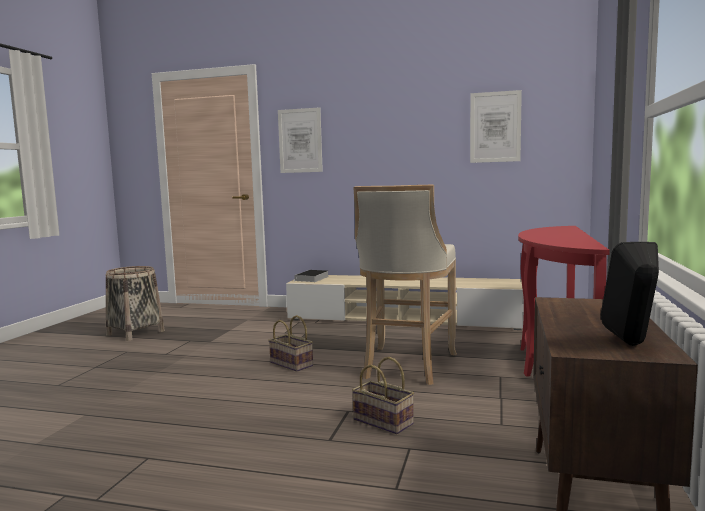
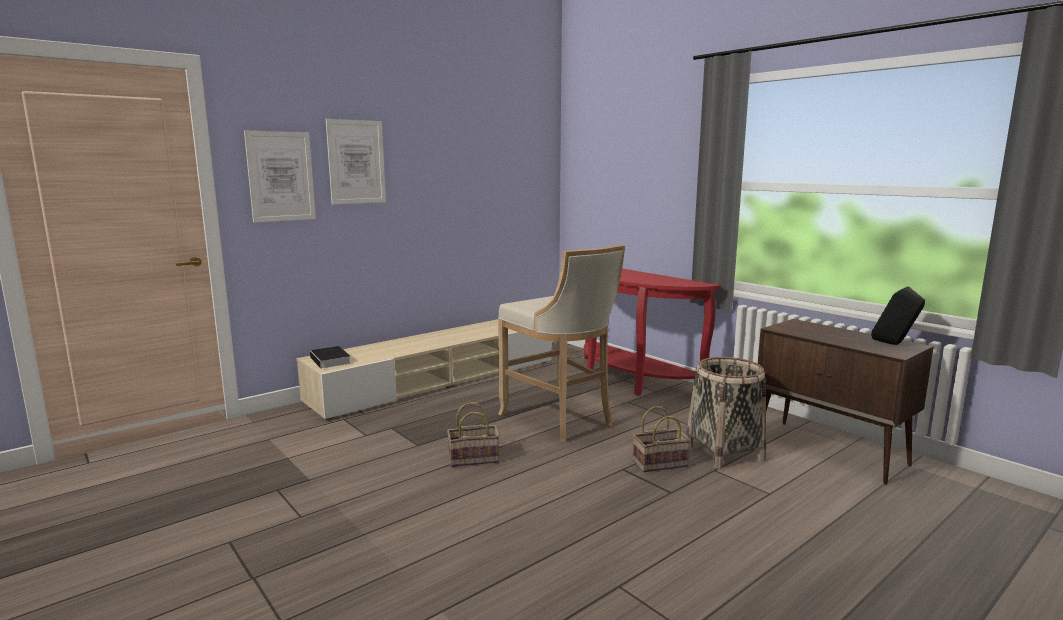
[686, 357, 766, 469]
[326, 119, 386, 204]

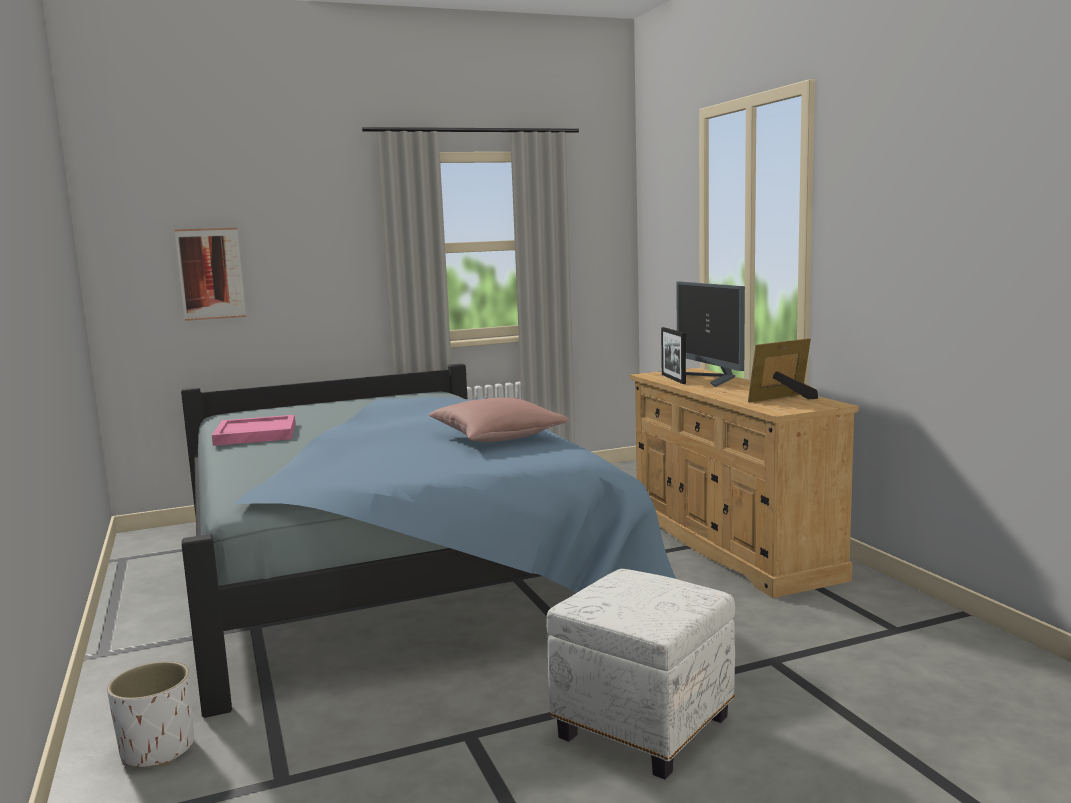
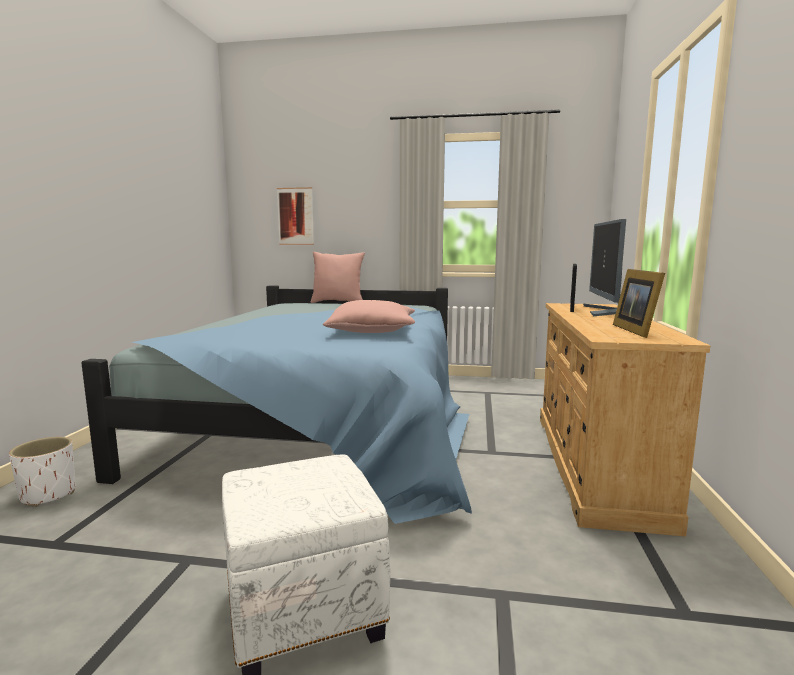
[212, 415, 295, 446] (first image)
[613, 269, 665, 338]
[310, 252, 365, 303]

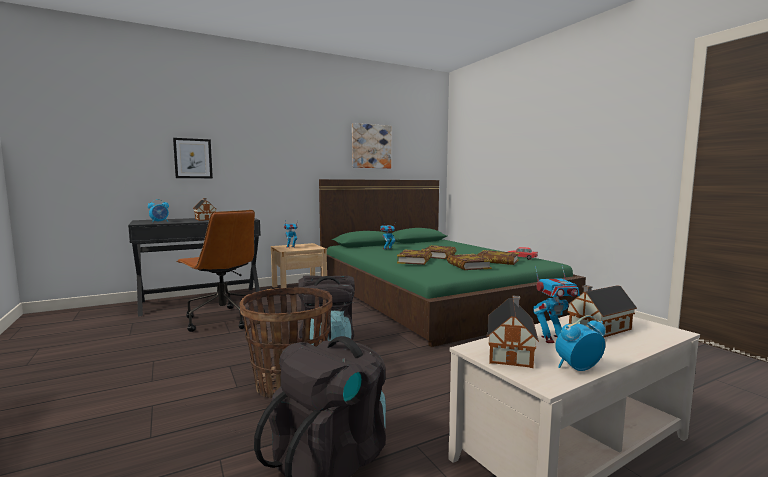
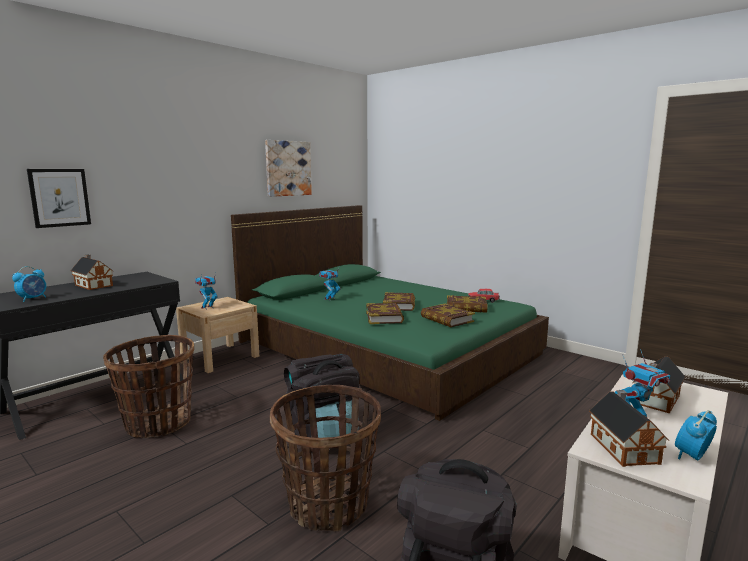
[103, 335, 194, 438]

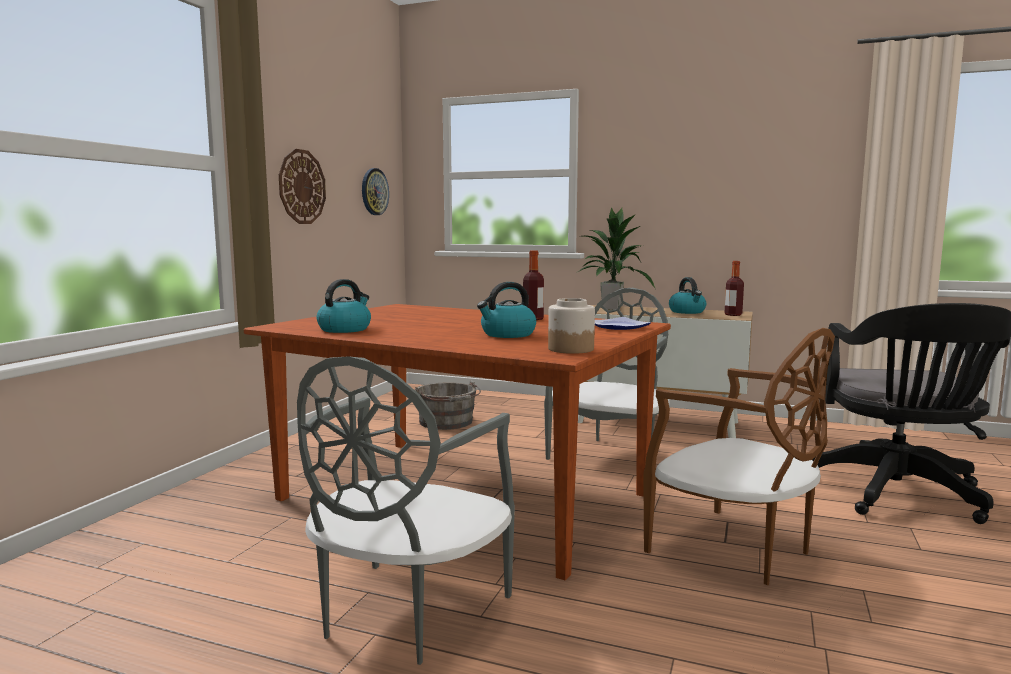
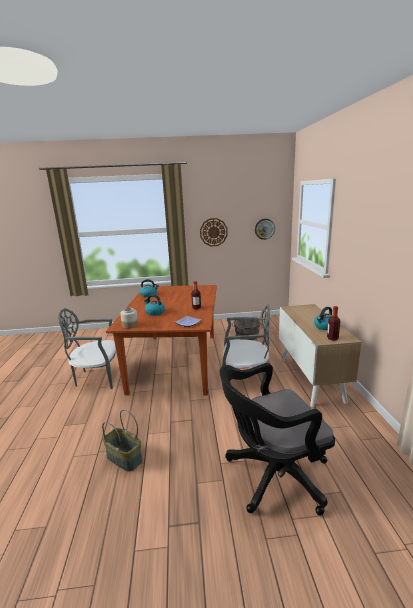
[578, 207, 656, 310] (first image)
[643, 328, 835, 585] (first image)
[102, 409, 143, 472]

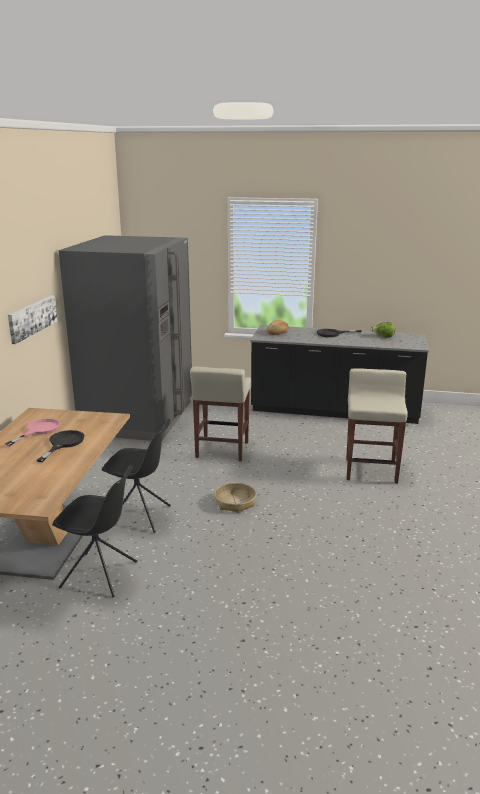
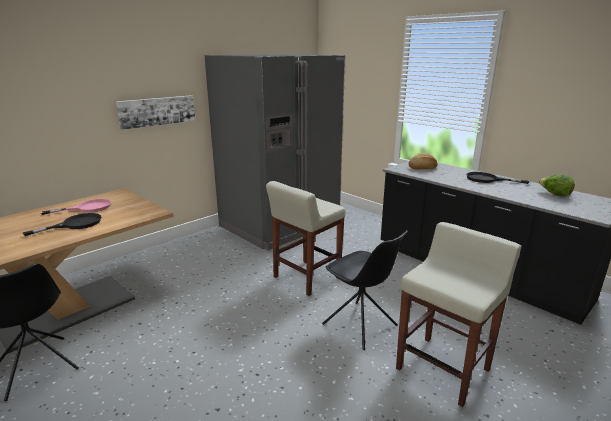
[322, 230, 408, 350]
[214, 483, 256, 513] (first image)

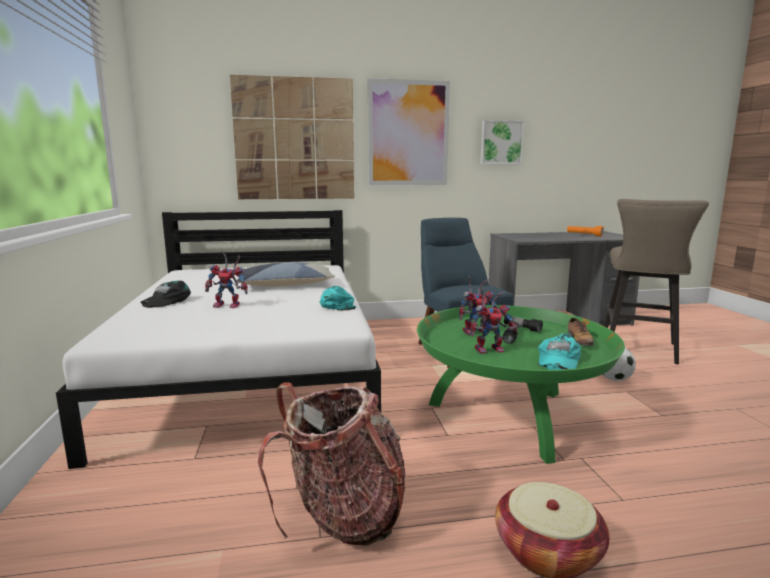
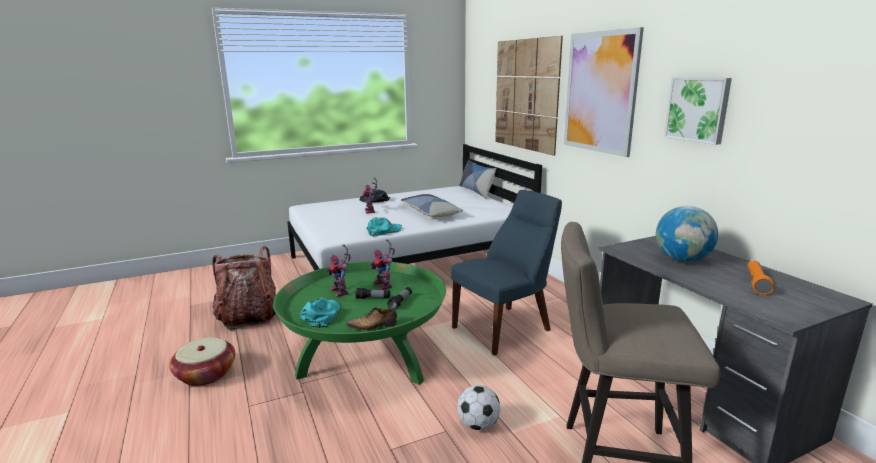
[300, 298, 340, 328]
[459, 160, 496, 199]
[656, 206, 718, 262]

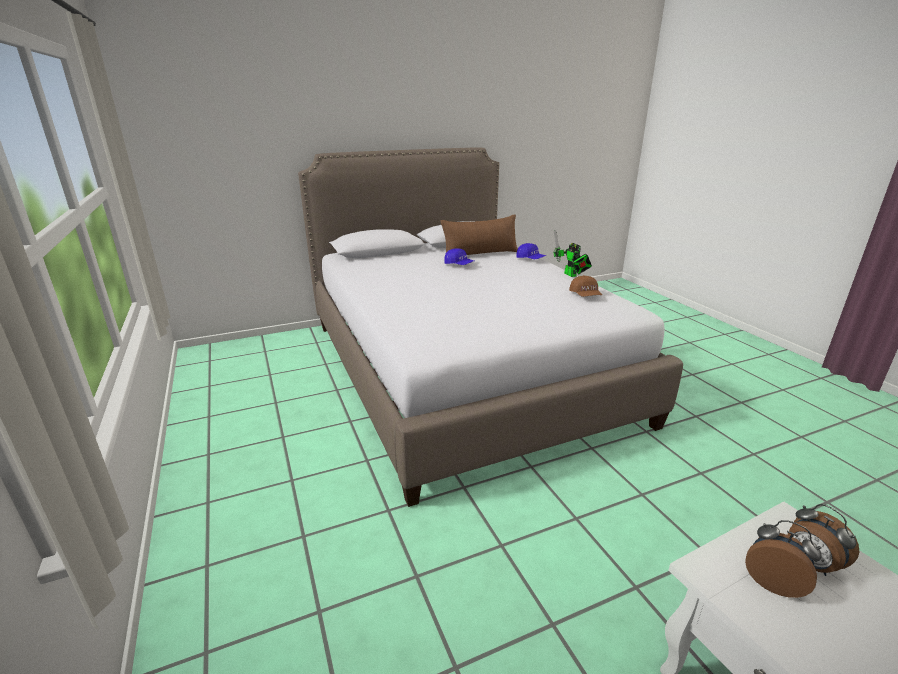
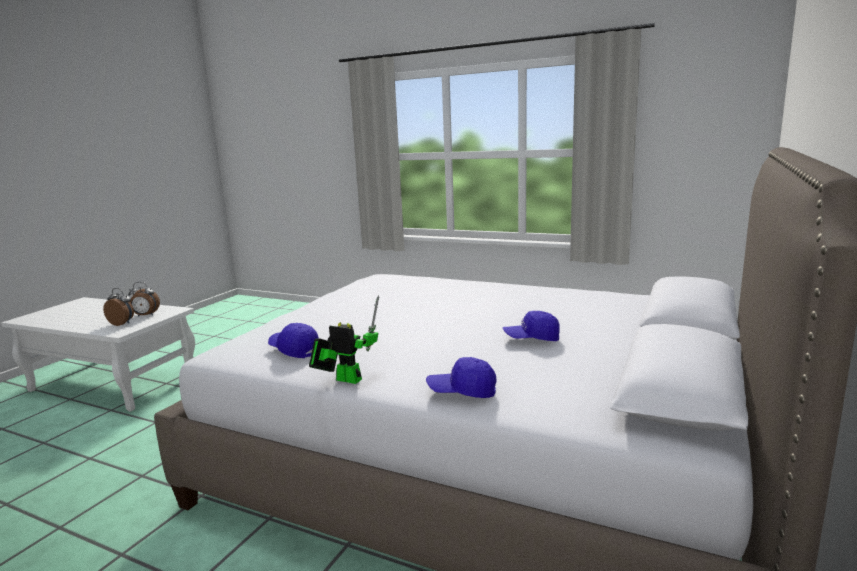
[441, 214, 518, 255] (first image)
[268, 323, 319, 358]

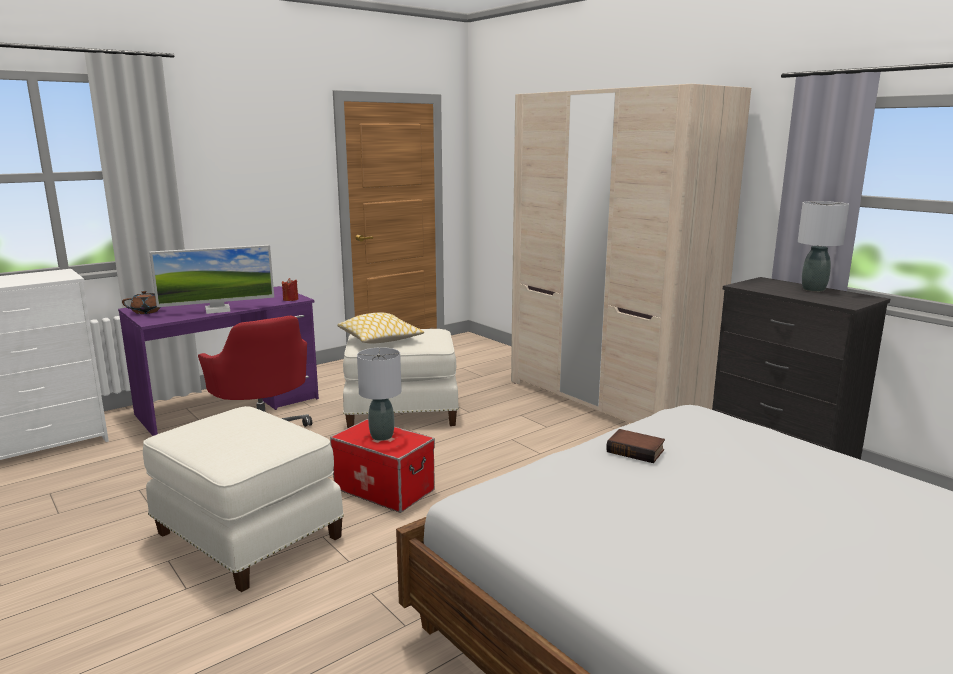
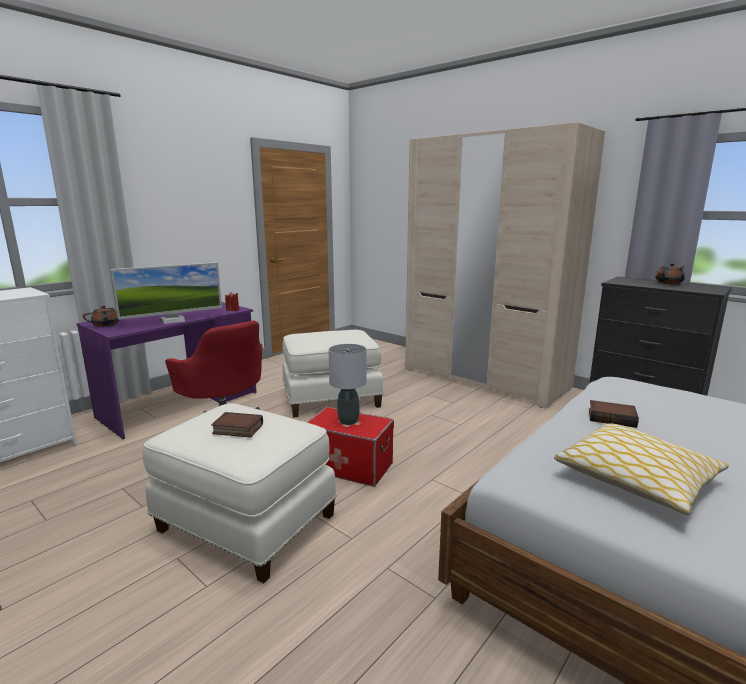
[554, 423, 729, 515]
[655, 263, 685, 284]
[211, 412, 263, 438]

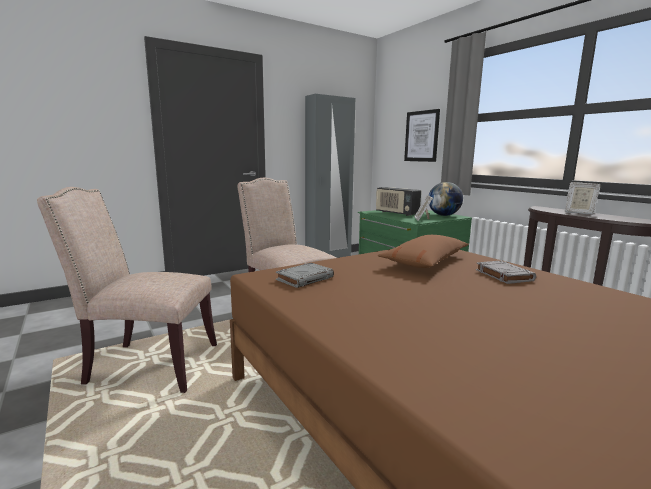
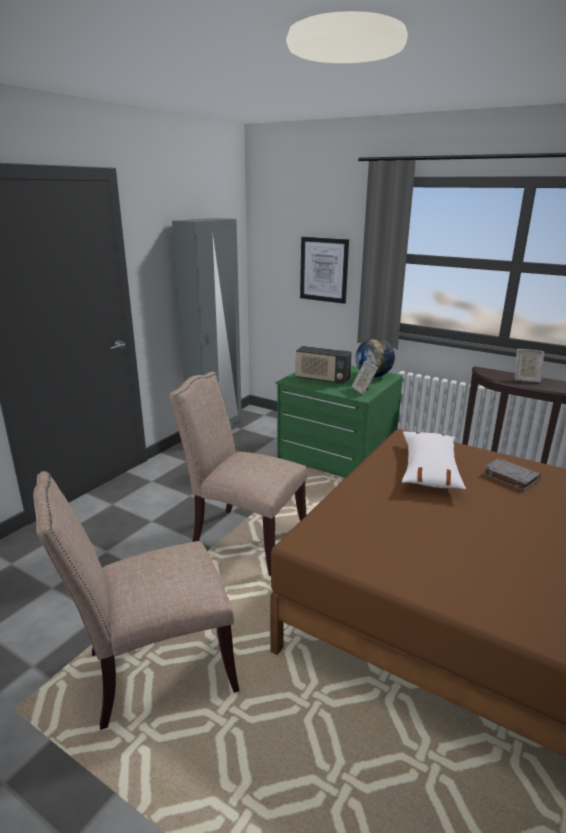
[276, 263, 334, 288] (first image)
[402, 431, 466, 489]

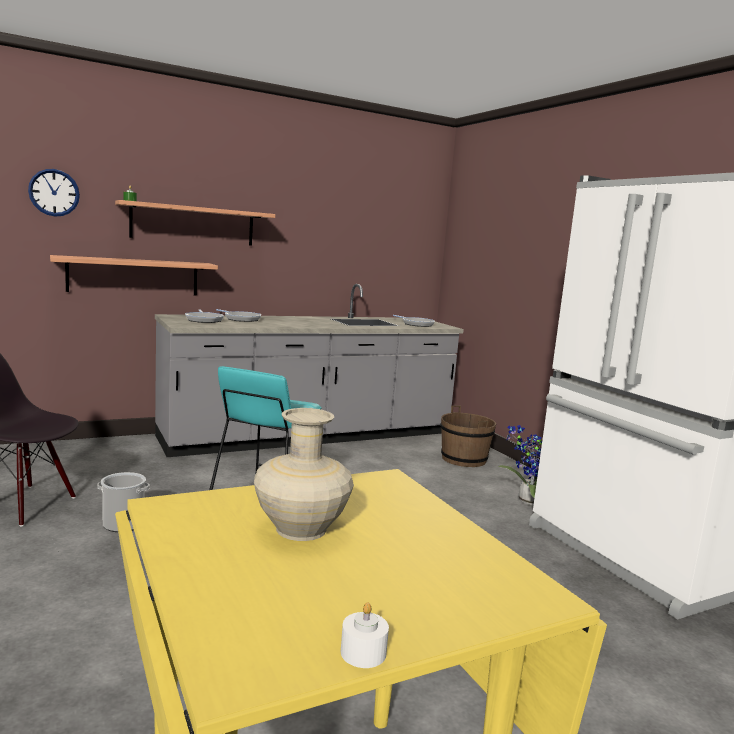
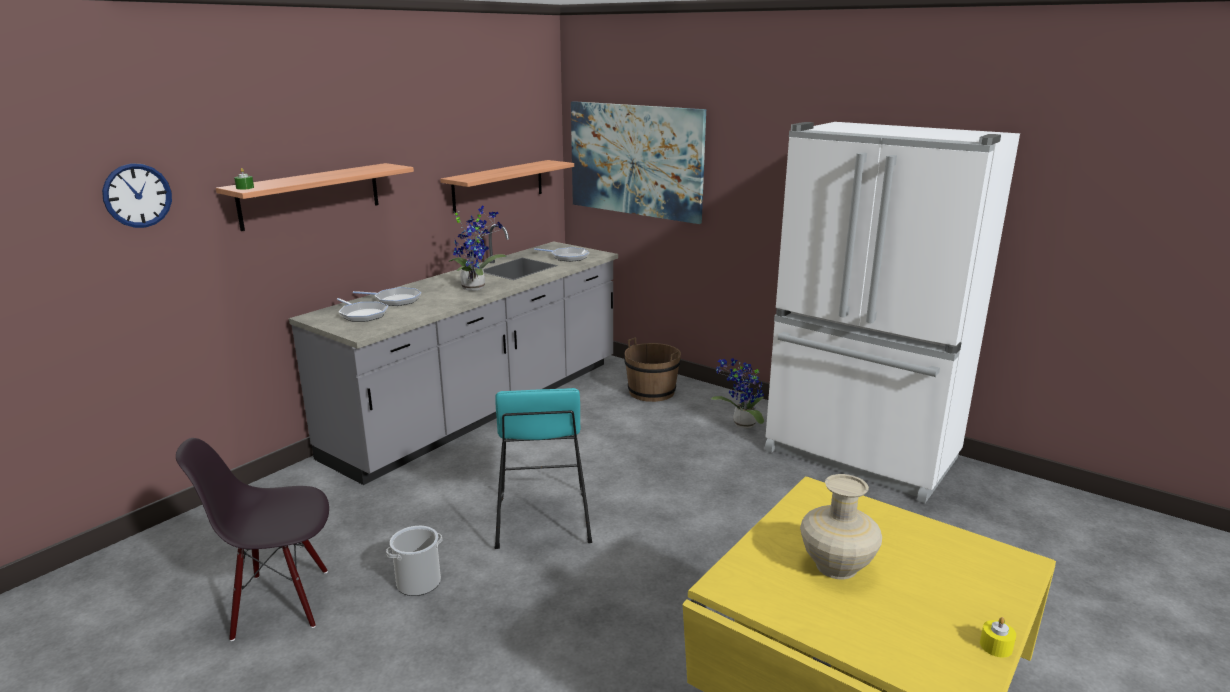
[440, 160, 574, 213]
[980, 617, 1016, 657]
[449, 206, 507, 291]
[571, 101, 706, 224]

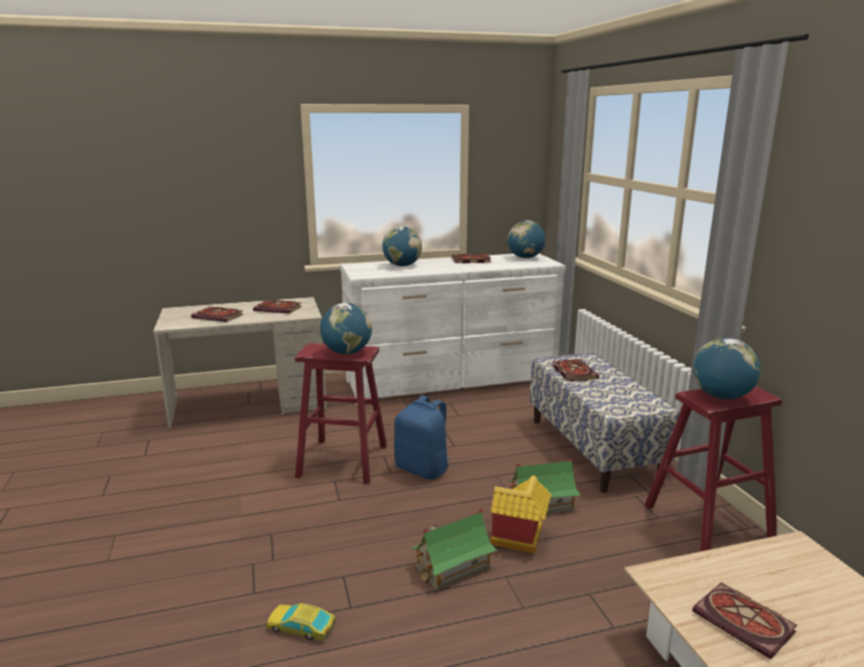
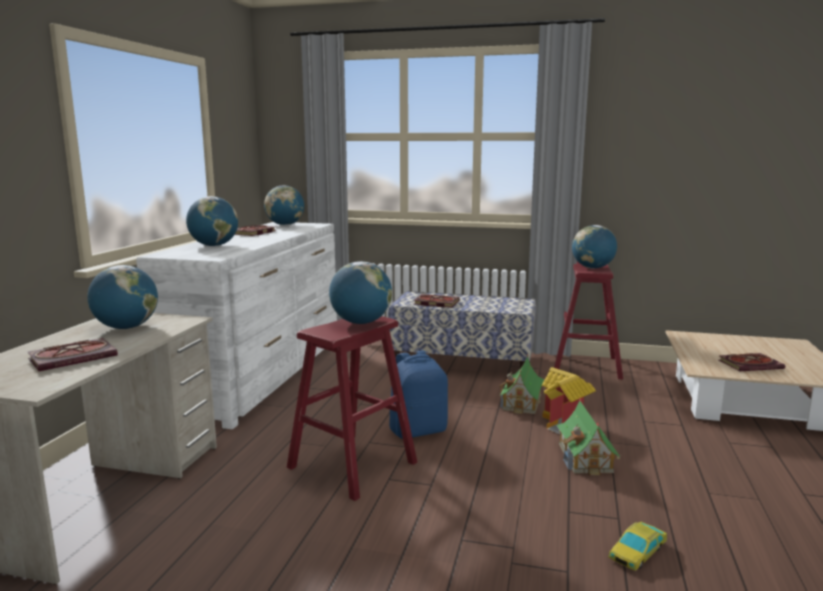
[87, 265, 158, 329]

